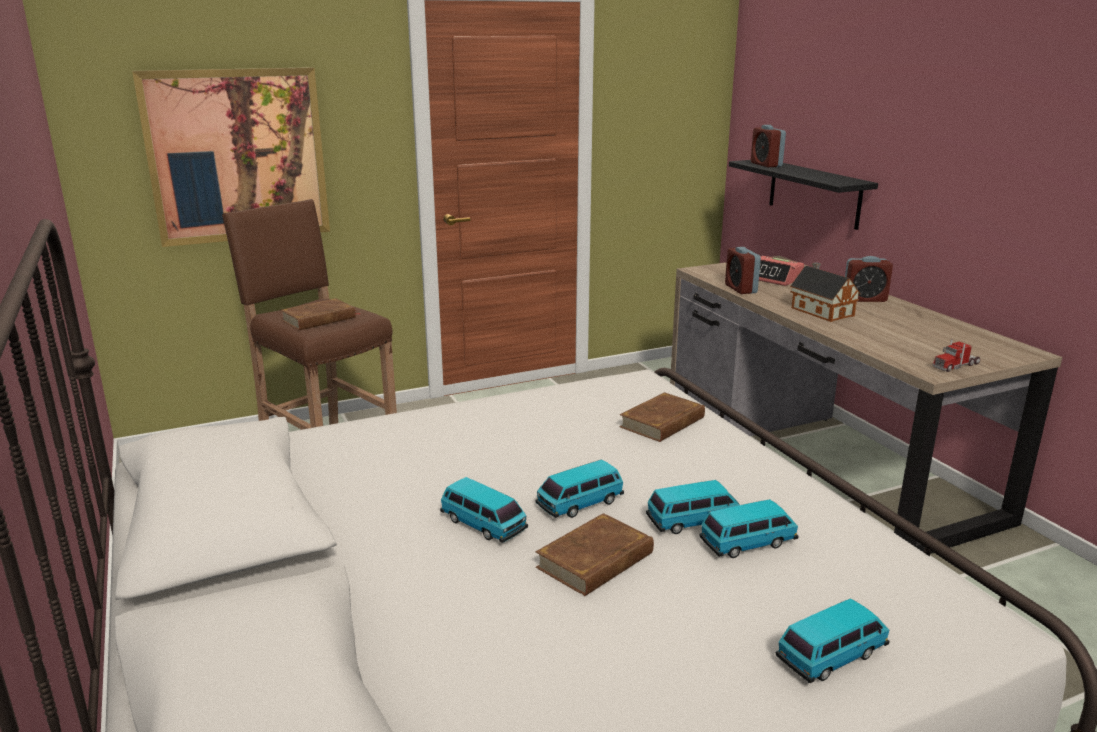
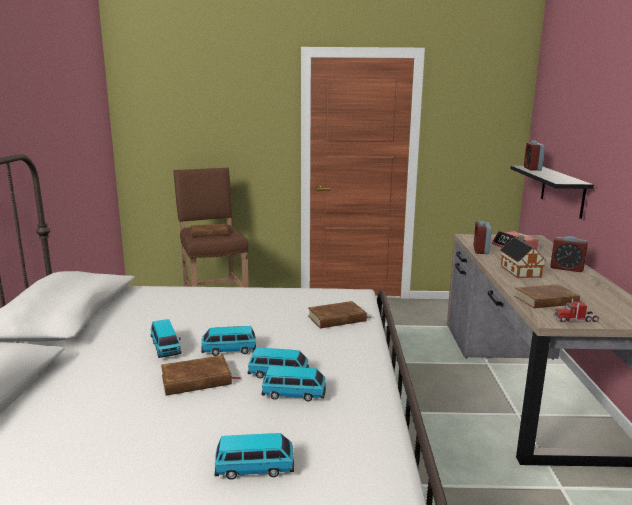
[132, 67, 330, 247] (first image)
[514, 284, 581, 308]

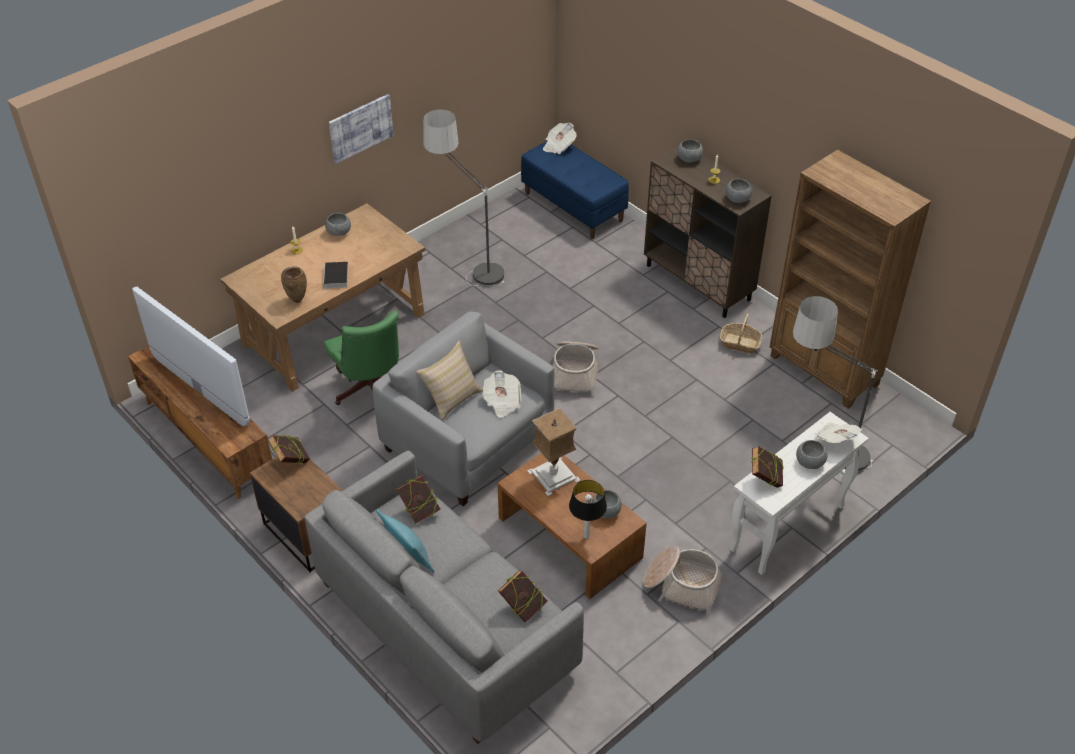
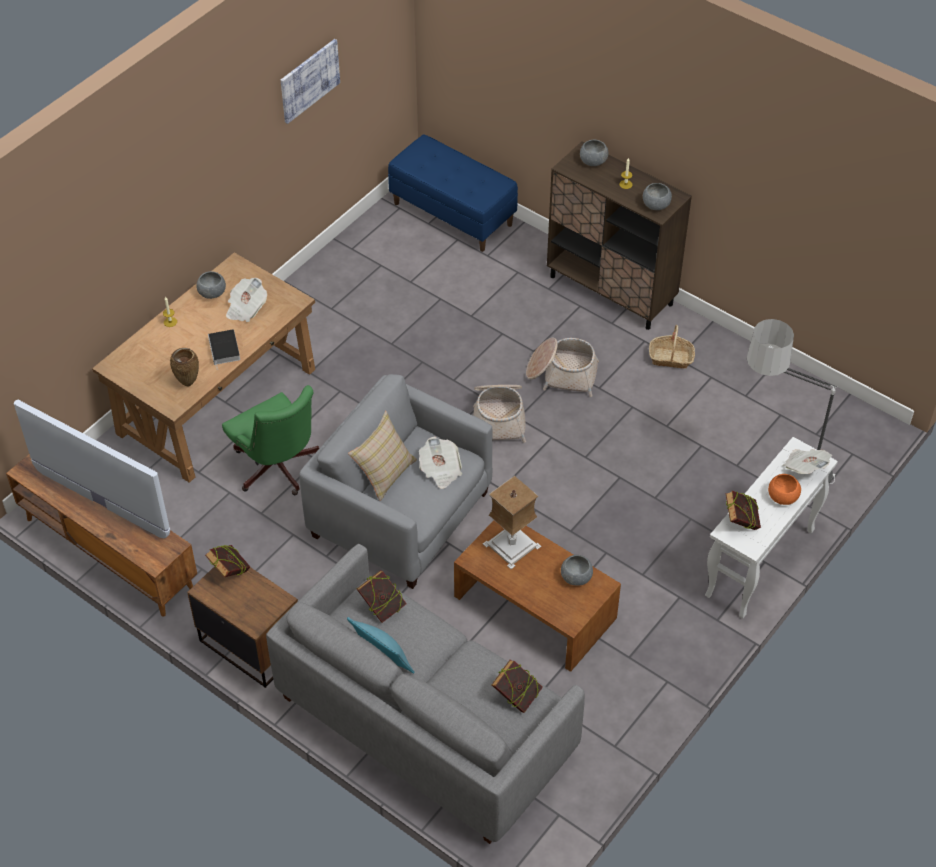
[281, 39, 340, 124]
[423, 109, 505, 286] (first image)
[226, 278, 267, 322]
[569, 480, 607, 539] (first image)
[526, 338, 599, 397]
[770, 150, 931, 409] (first image)
[768, 474, 801, 505]

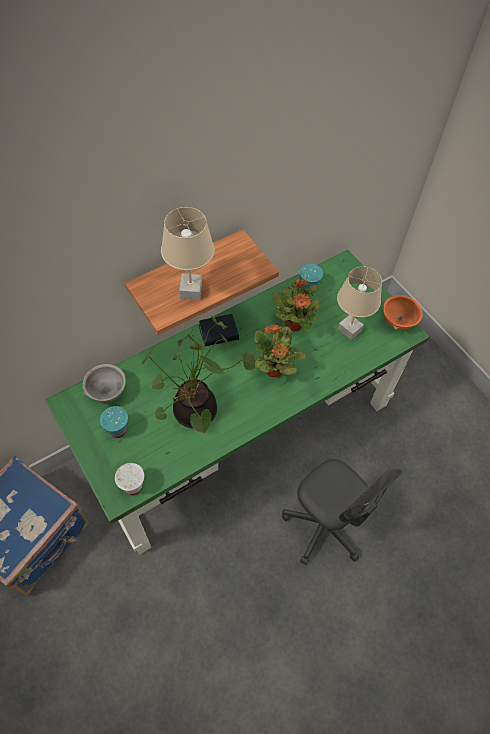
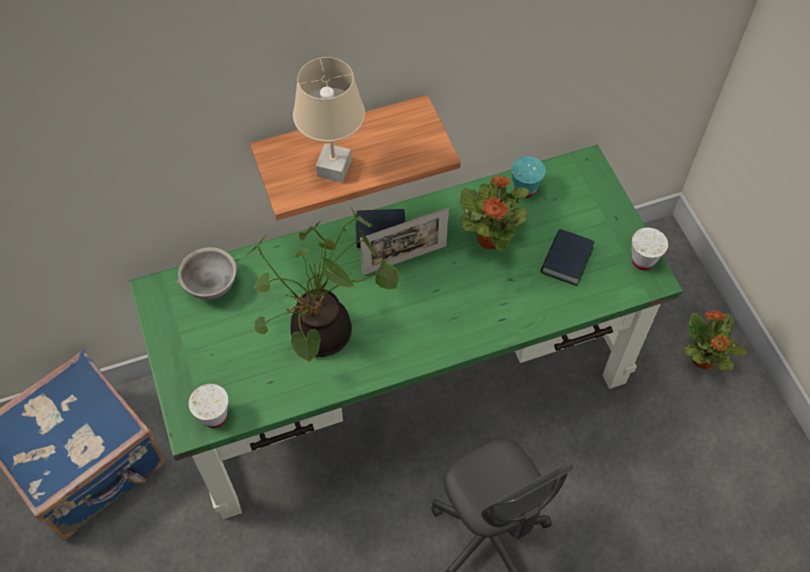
[100, 406, 128, 438] (first image)
[684, 310, 747, 371]
[541, 229, 595, 286]
[632, 228, 668, 270]
[360, 208, 449, 275]

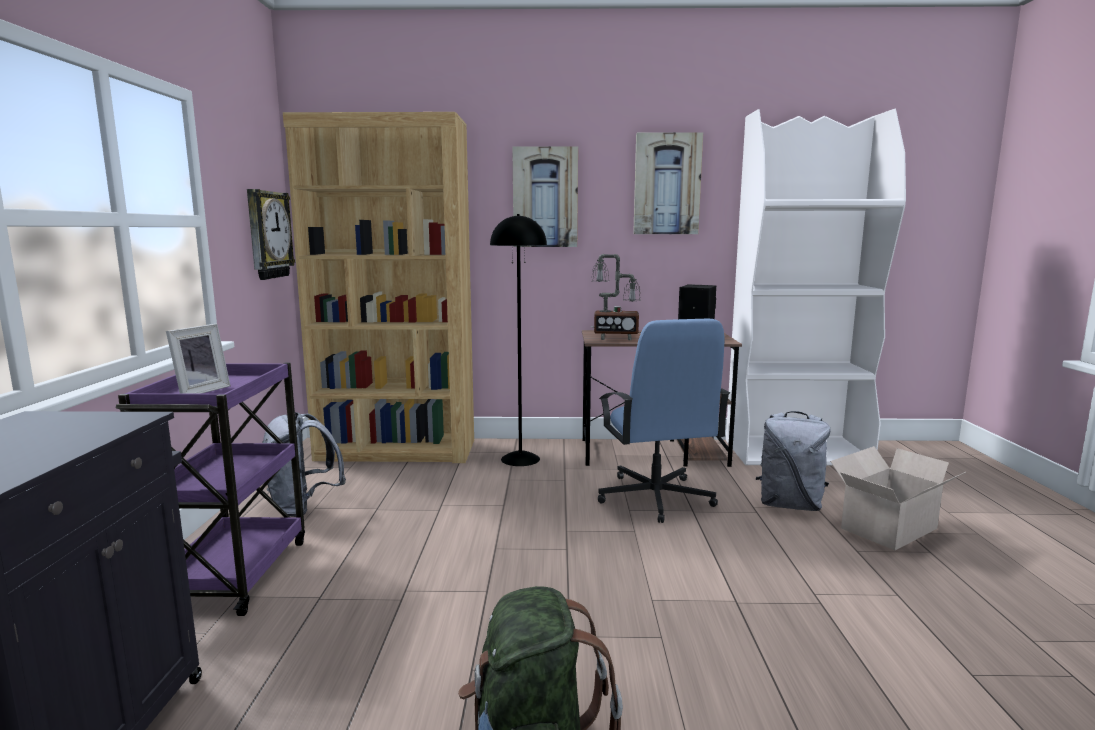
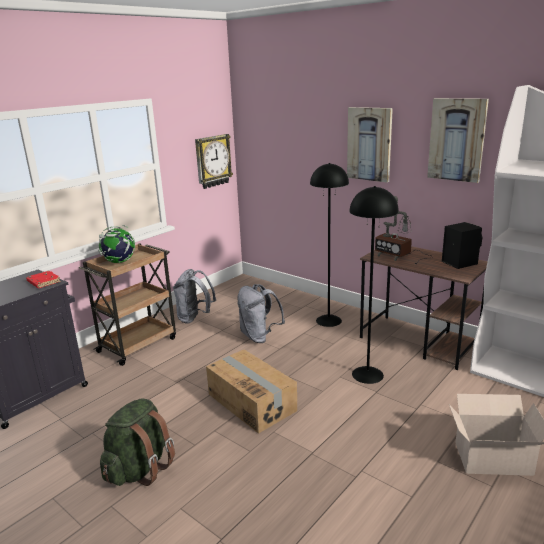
[79, 243, 176, 366]
[98, 225, 135, 263]
[283, 112, 474, 463] (first image)
[350, 186, 399, 384]
[237, 284, 285, 343]
[26, 271, 61, 288]
[206, 350, 297, 434]

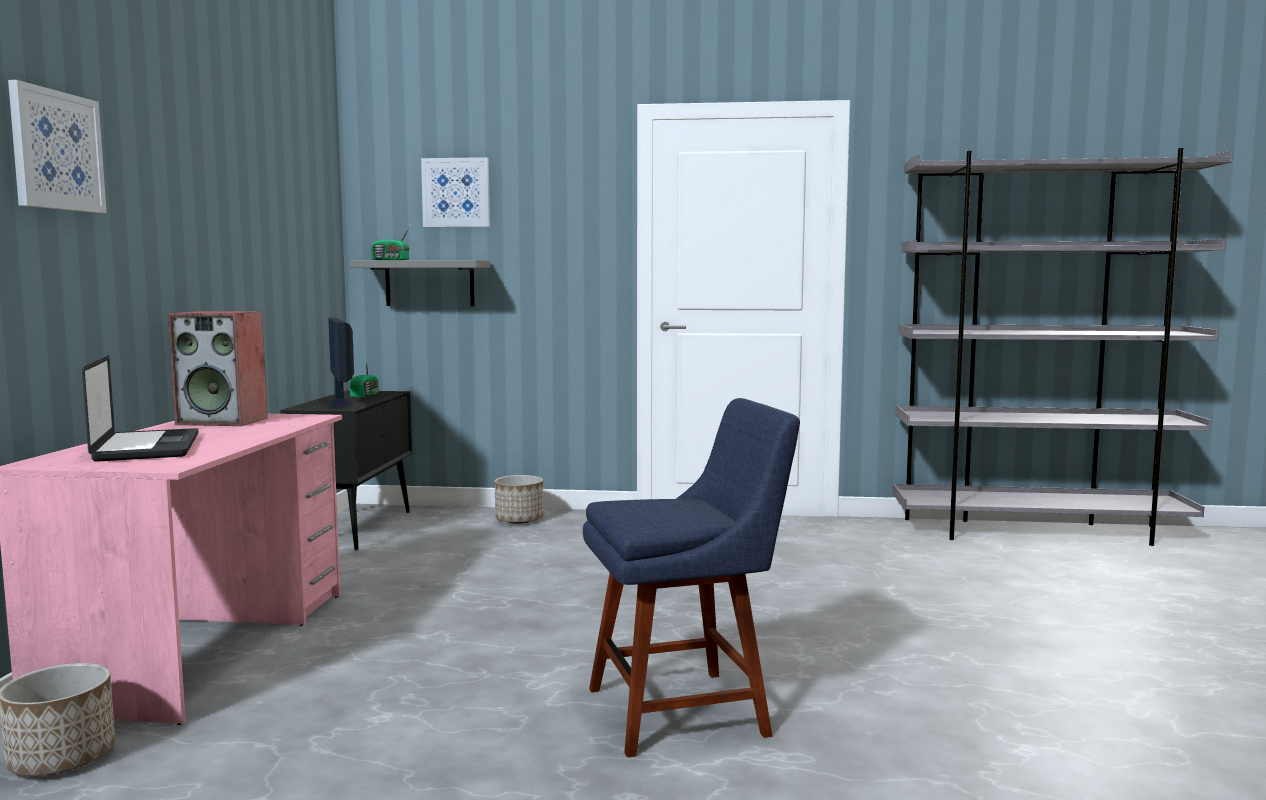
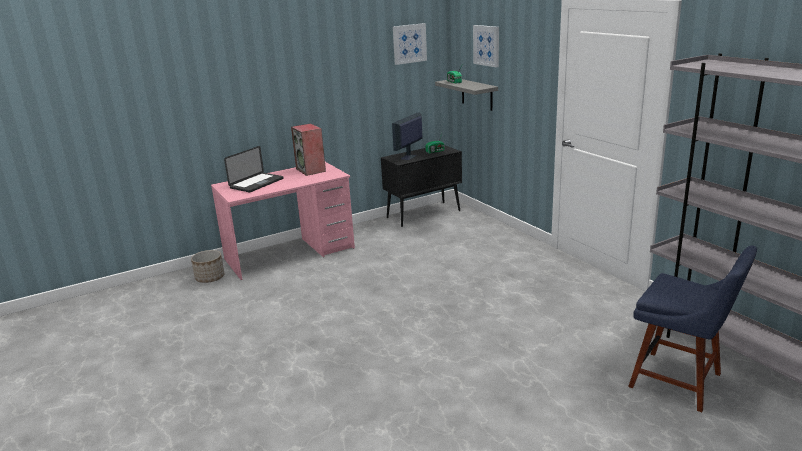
[393, 23, 427, 65]
[495, 475, 544, 523] (first image)
[628, 246, 757, 412]

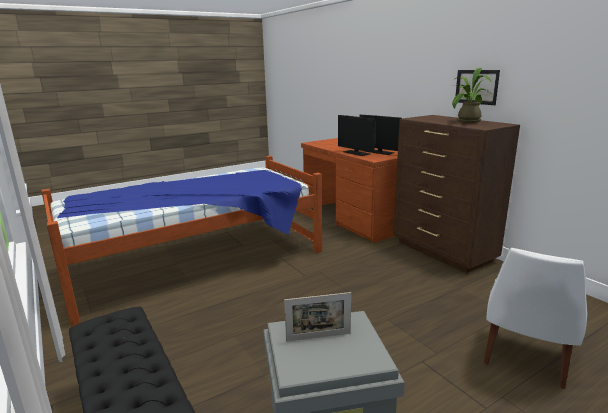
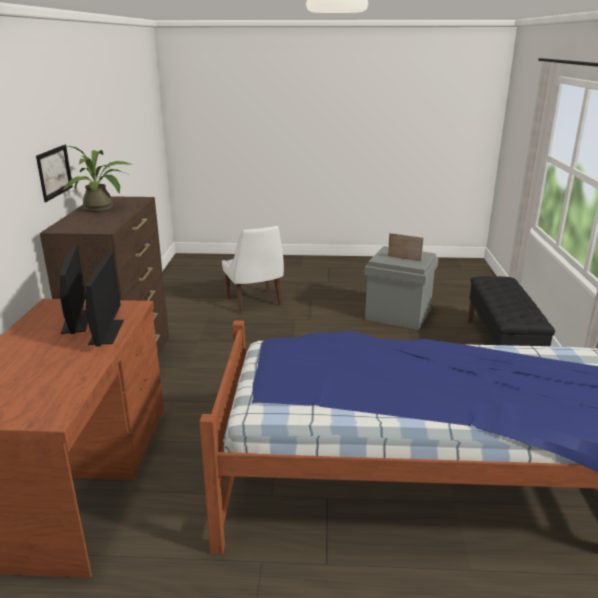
[222, 226, 284, 313]

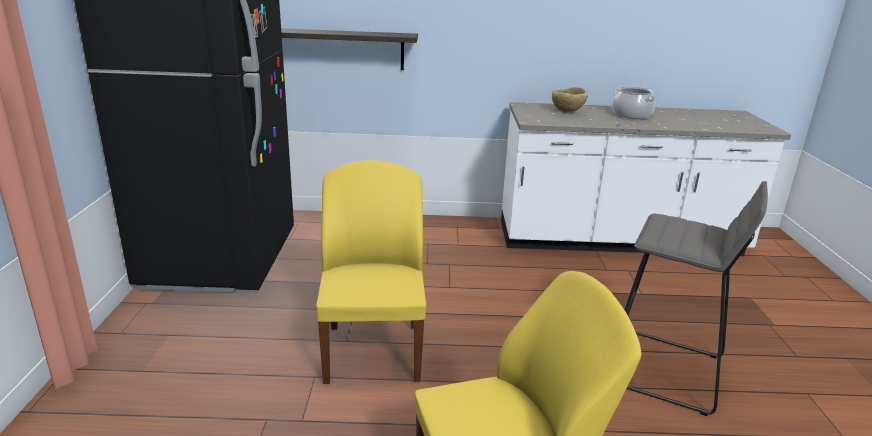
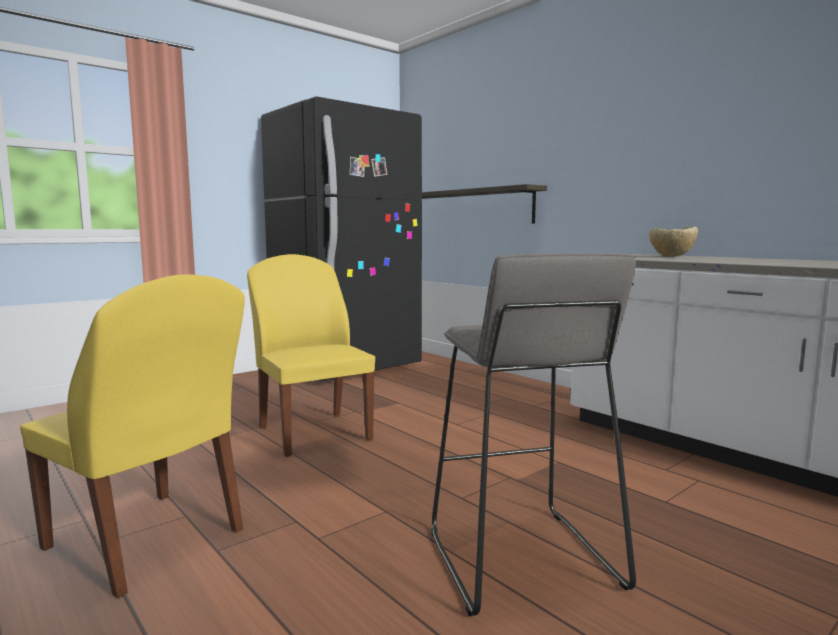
[247, 254, 375, 457]
[612, 86, 655, 119] (first image)

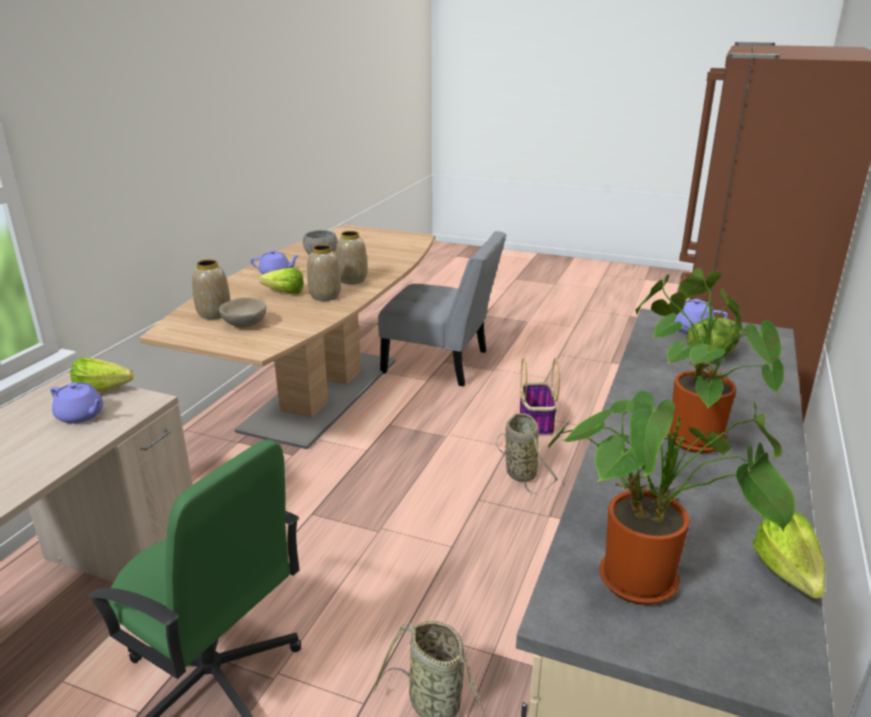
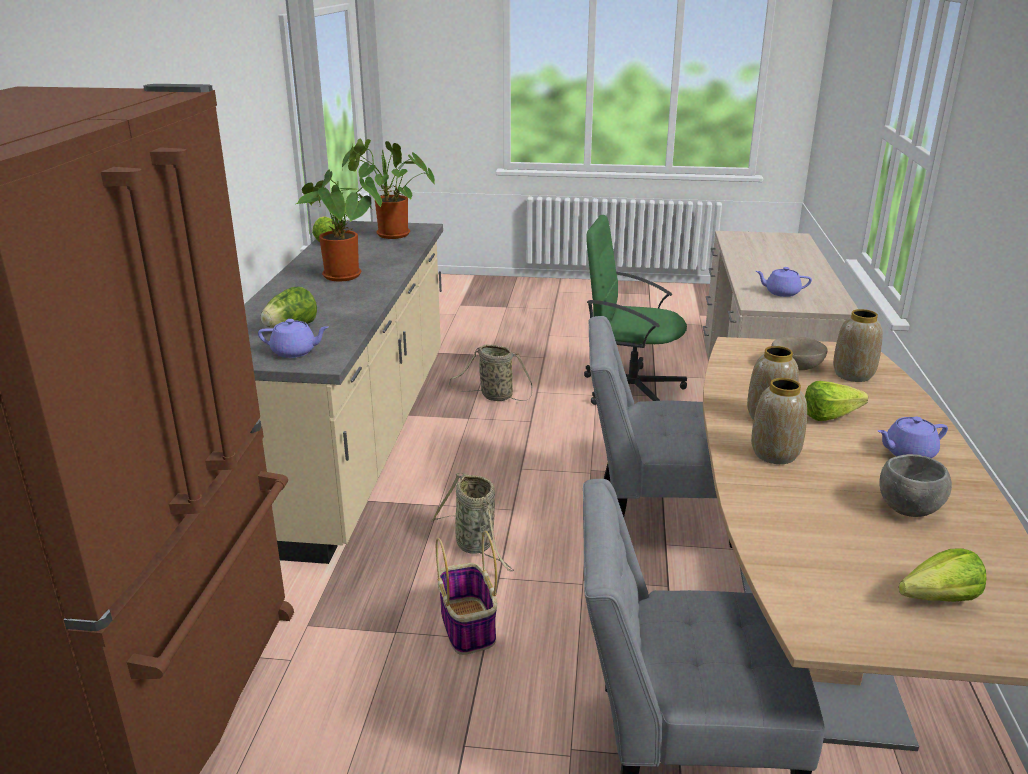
[899, 548, 986, 602]
[589, 316, 732, 548]

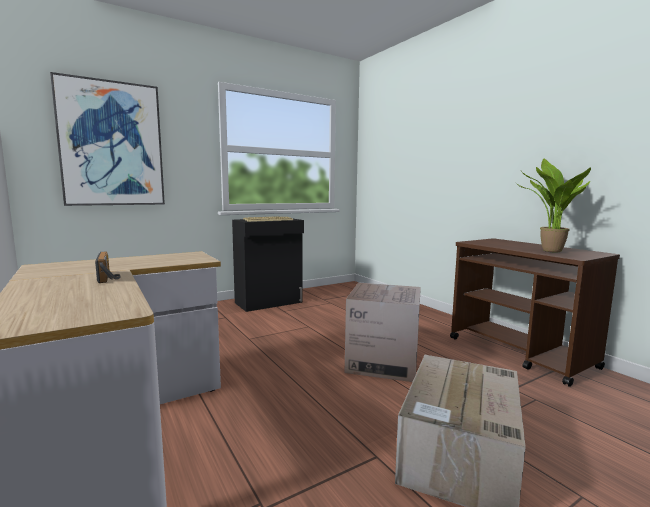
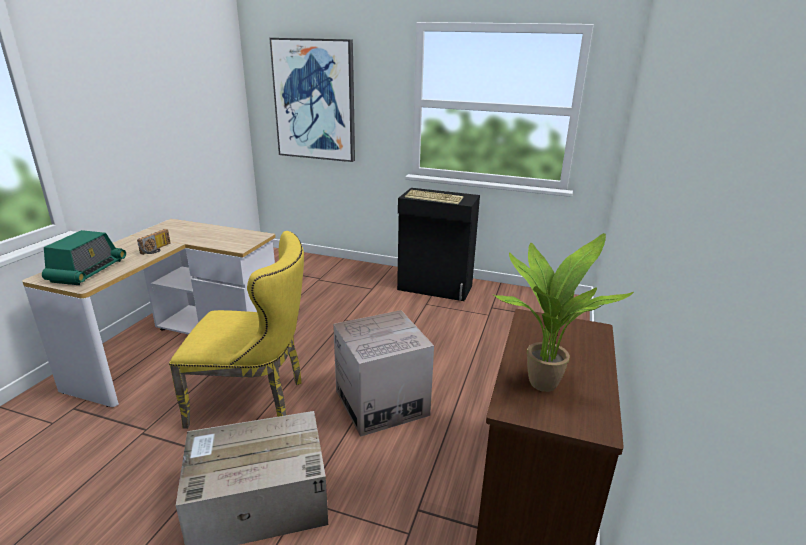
[42, 230, 126, 285]
[169, 231, 304, 429]

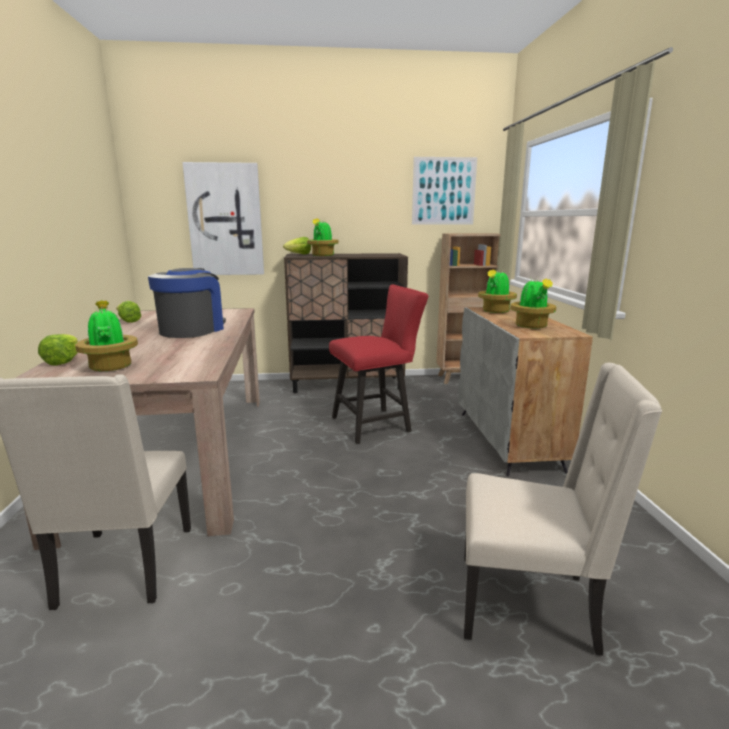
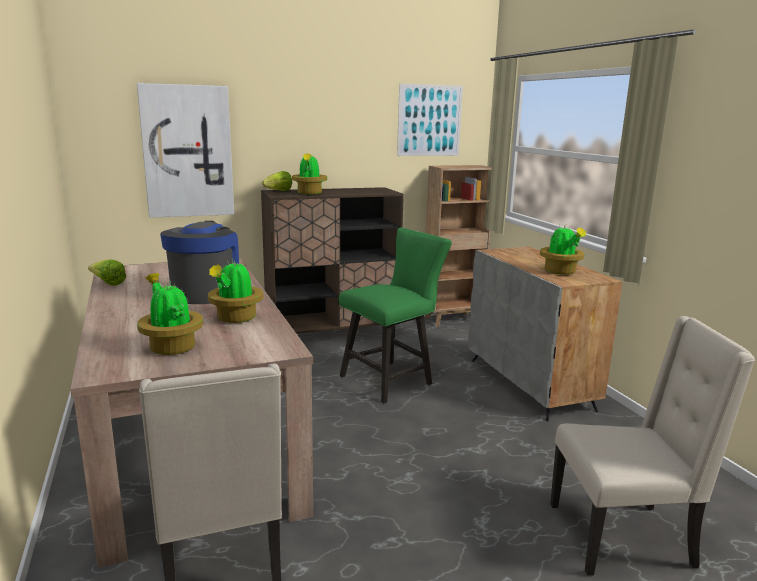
[38, 334, 78, 366] (first image)
[339, 227, 452, 403]
[208, 258, 263, 323]

